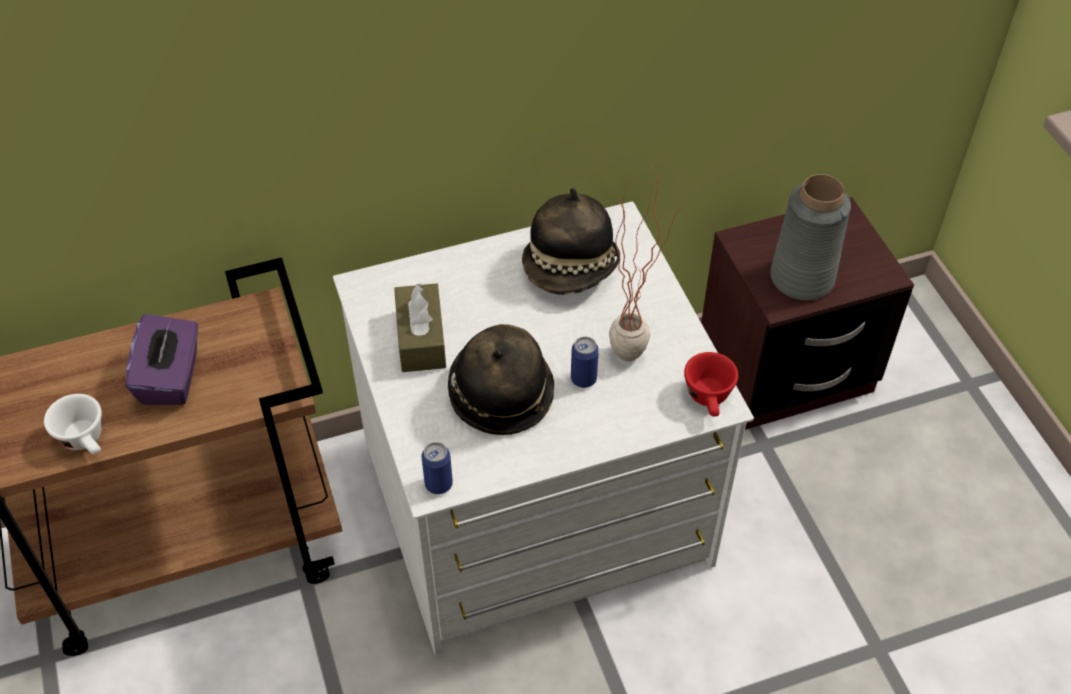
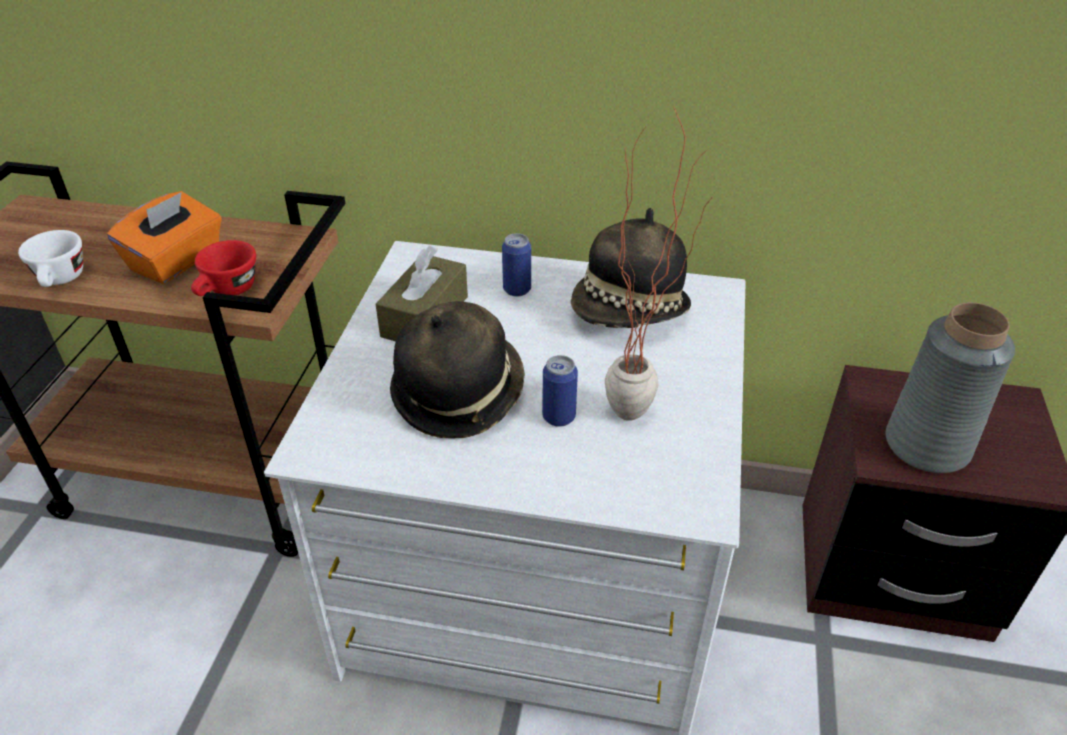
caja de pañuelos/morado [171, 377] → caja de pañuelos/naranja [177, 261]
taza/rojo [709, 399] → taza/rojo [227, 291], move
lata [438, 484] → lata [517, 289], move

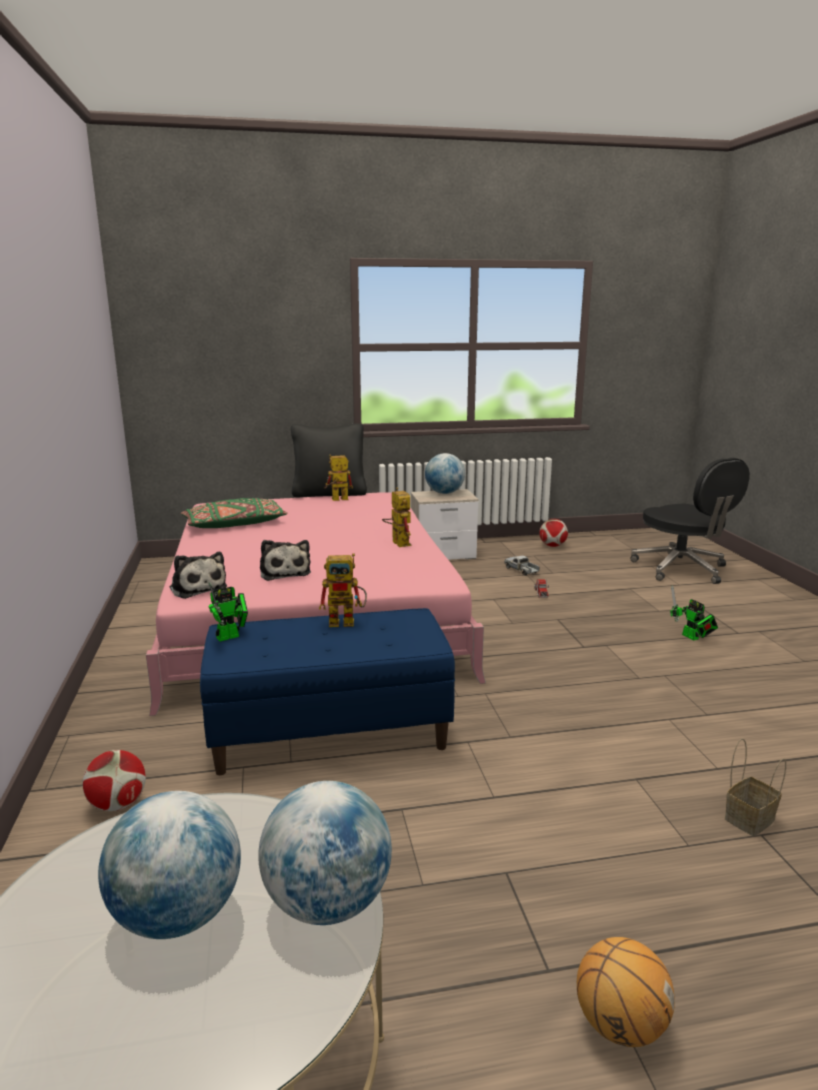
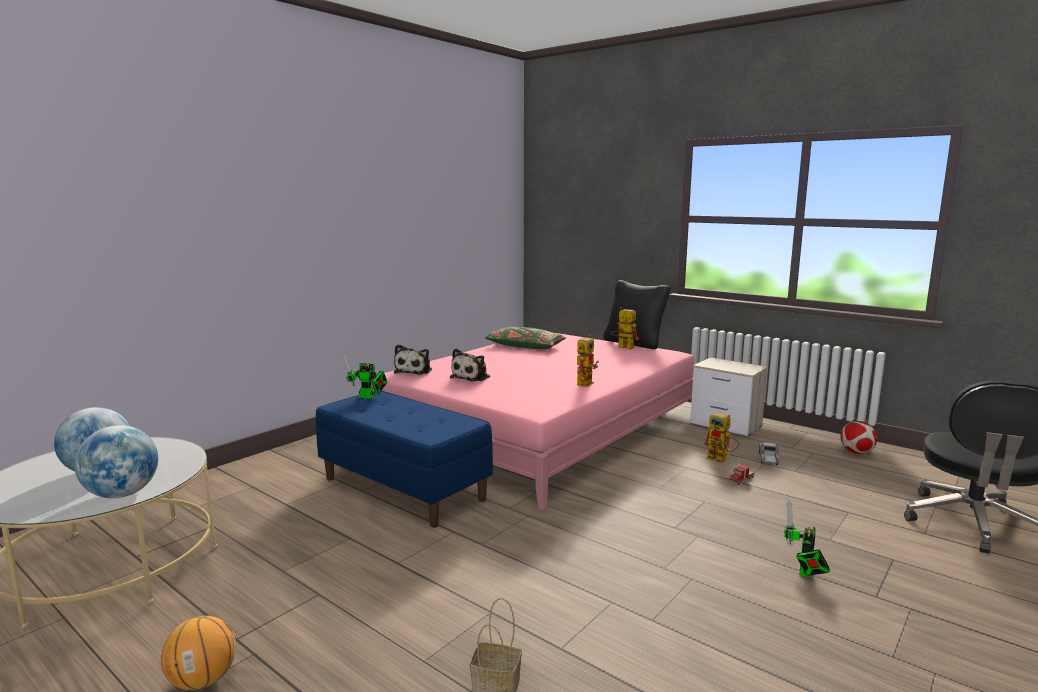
robot de juguete [347, 621] → robot de juguete [721, 459], move
balón de fútbol [118, 804] → -
globo terráqueo [444, 493] → -

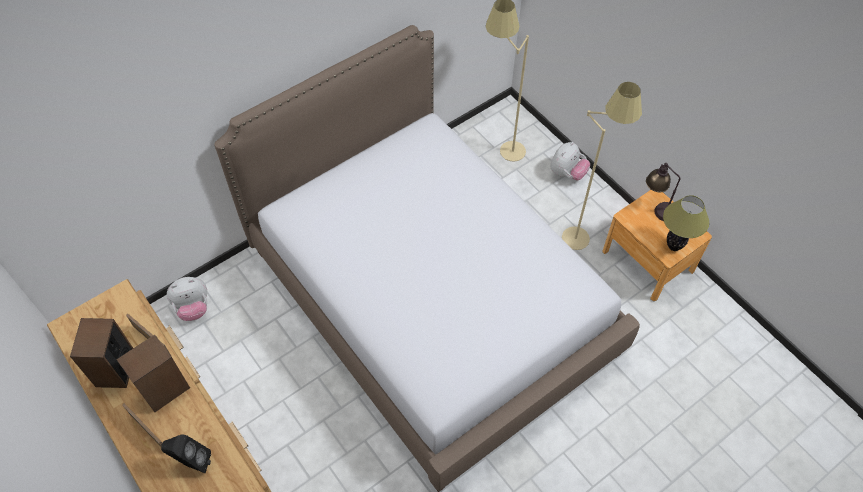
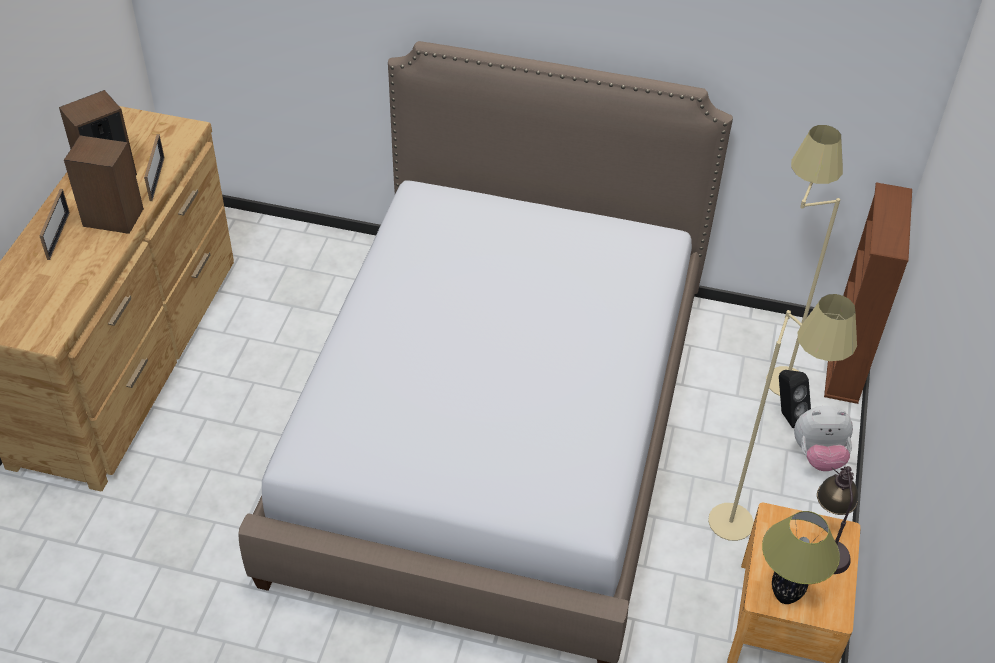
altavoz/negro [192, 462] → altavoz/negro [787, 415], move
- → estantería/marrón [844, 364]
peluche [193, 308] → -

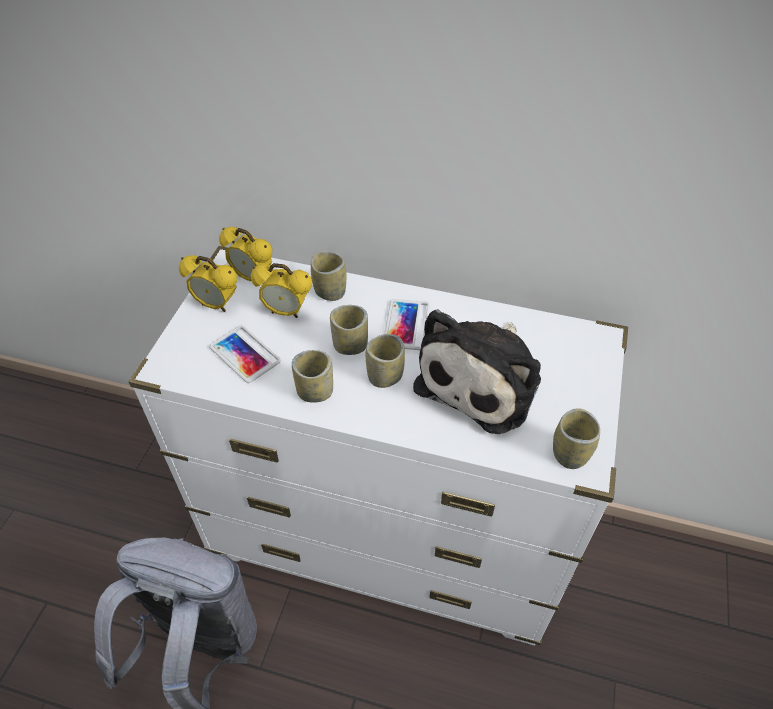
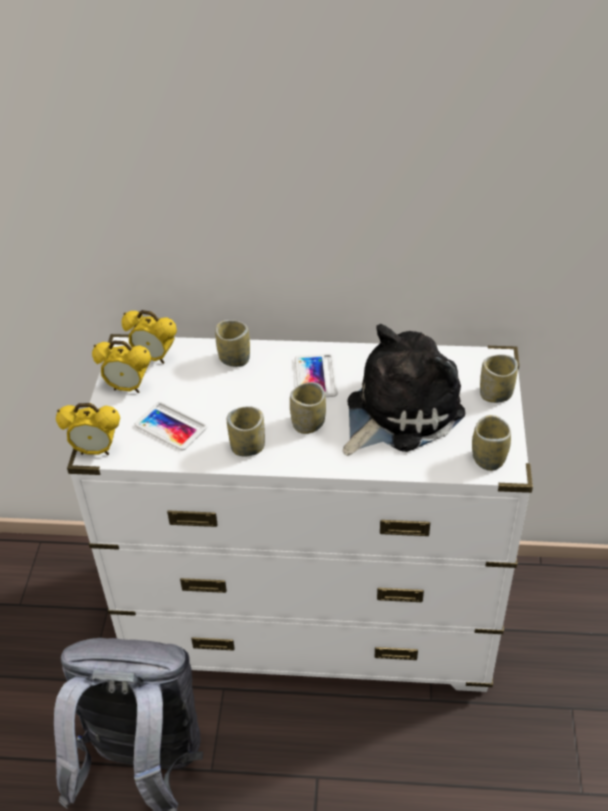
despertador [286, 312] → despertador [96, 451], move
peluche [483, 380] → peluche [398, 412], 150 degrees counterclockwise
taza [350, 345] → taza [495, 394], move

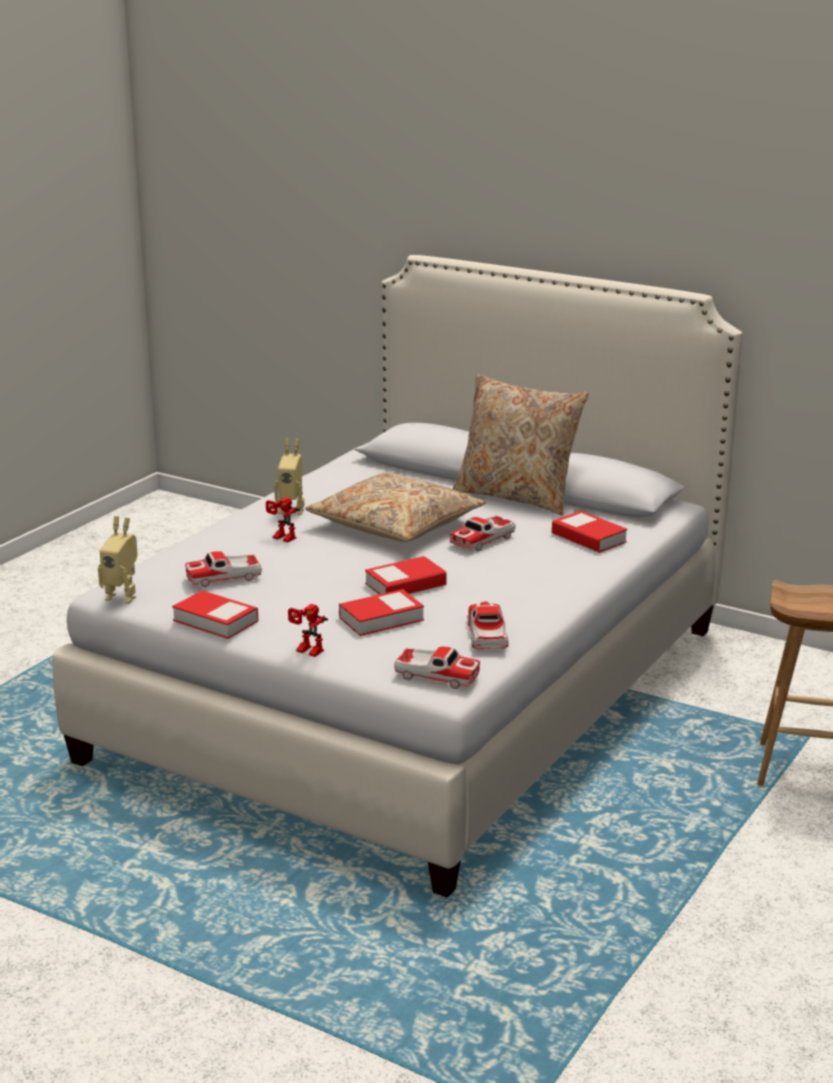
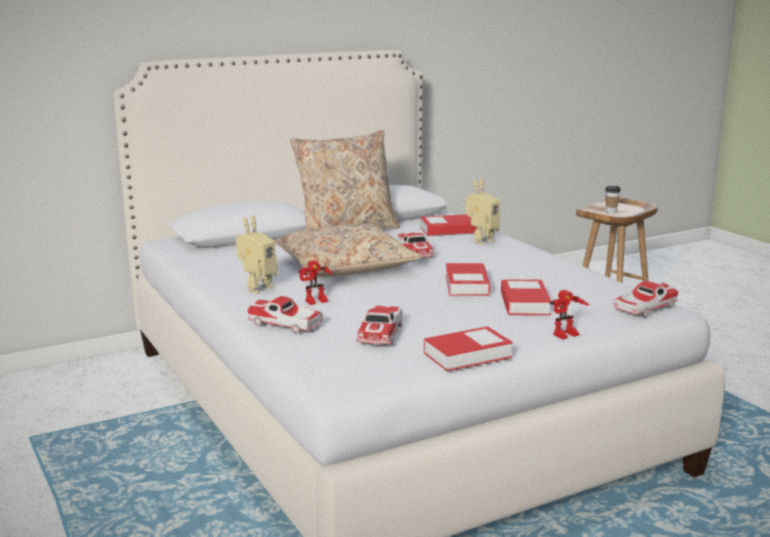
coche de juguete [487, 636] → coche de juguete [285, 324], move
robot de juguete [122, 596] → robot de juguete [481, 241], move
- → taza [611, 212]

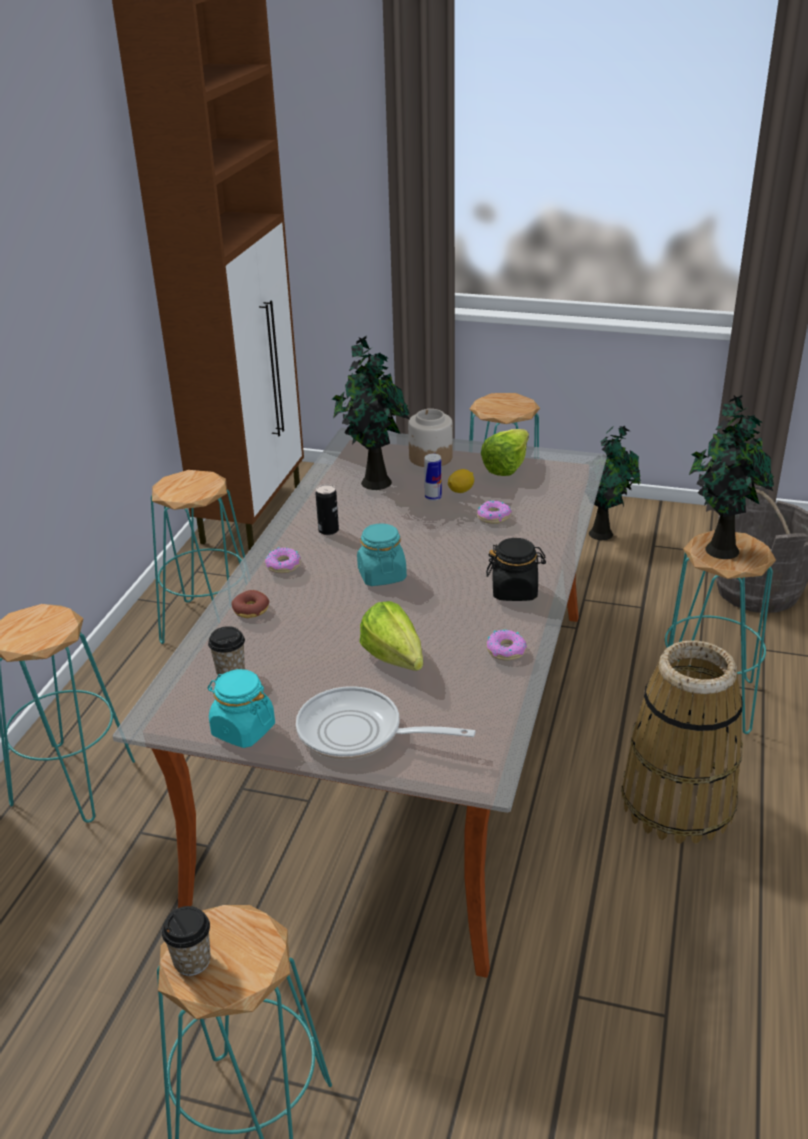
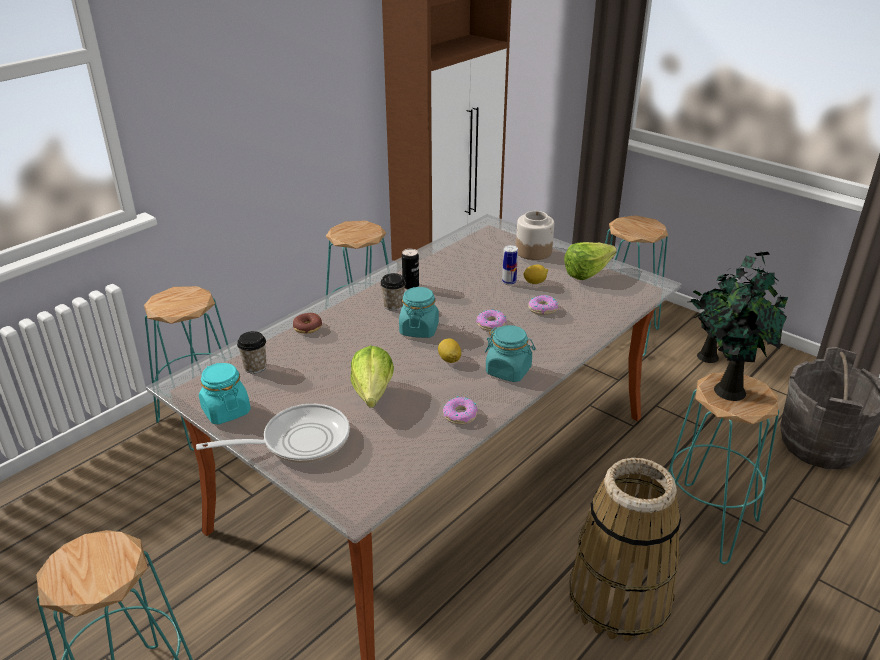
sartén [359, 733] → sartén [298, 441], 120 degrees clockwise
taza [192, 961] → taza [393, 306], move
- → limón [449, 359]
rosquilla [283, 565] → rosquilla [491, 324], move
tarro/negro [515, 591] → tarro/turquesa [508, 371]
planta en maceta [374, 481] → -

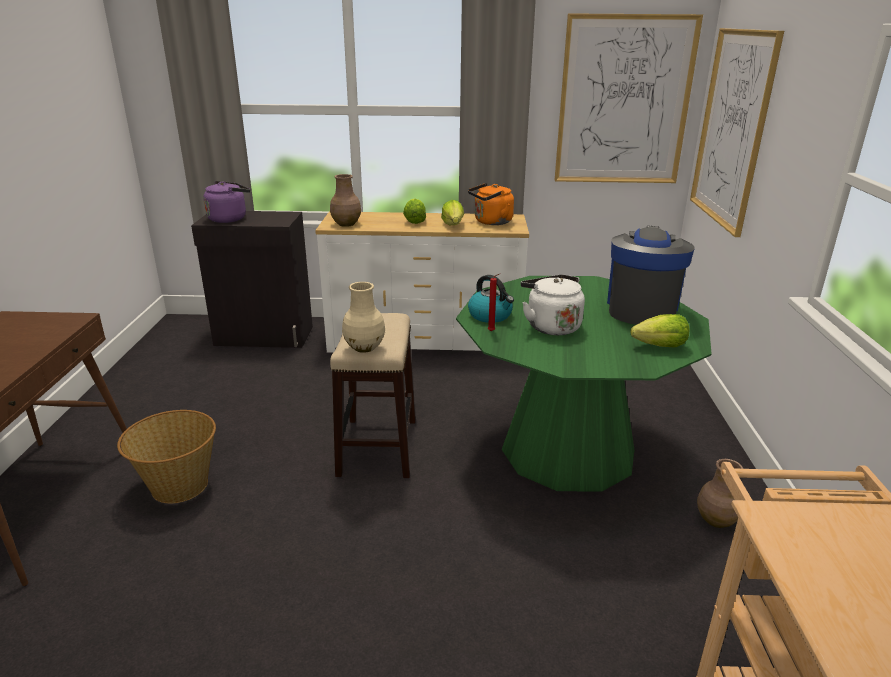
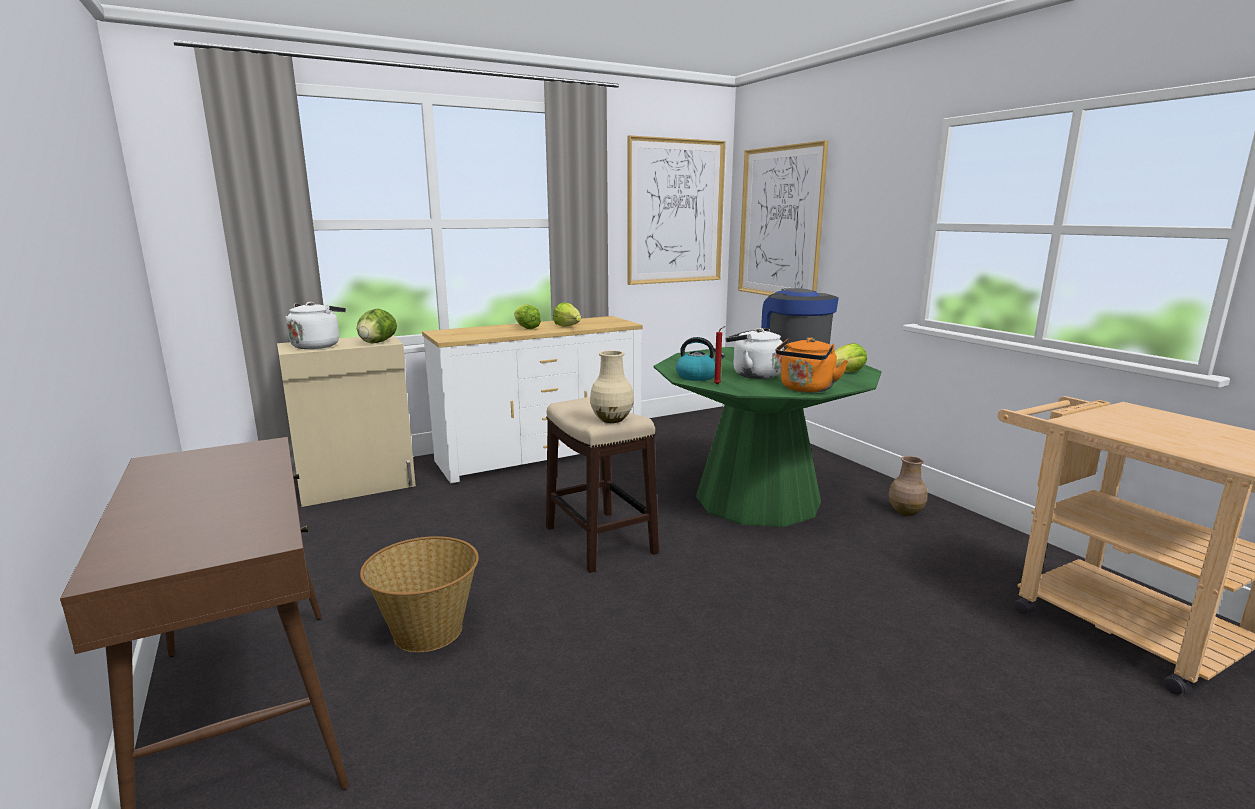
armario/negro [264, 337] → armario/beis [358, 486]
hervidor/morado [229, 218] → hervidor/blanco [317, 346]
- → lechuga [377, 342]
hervidor/naranja [491, 222] → hervidor/naranja [806, 389], move
florero/marrón [346, 224] → -

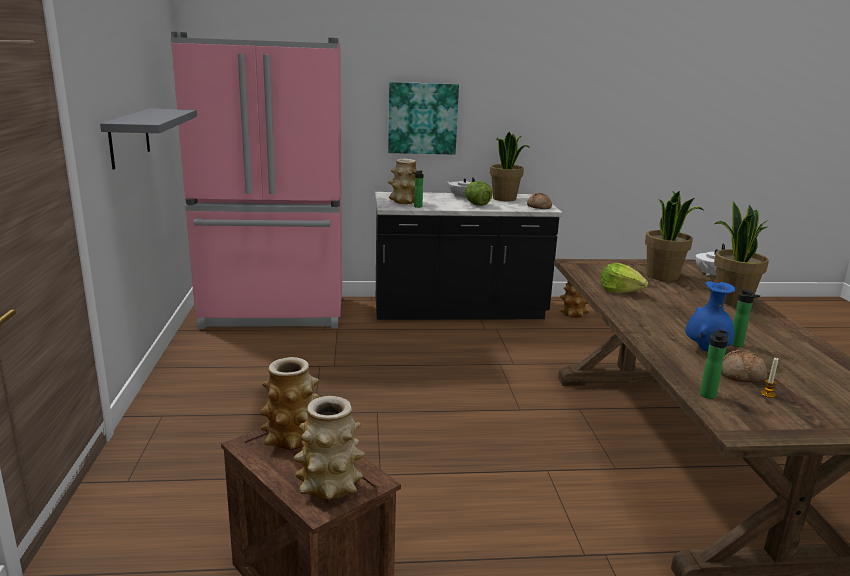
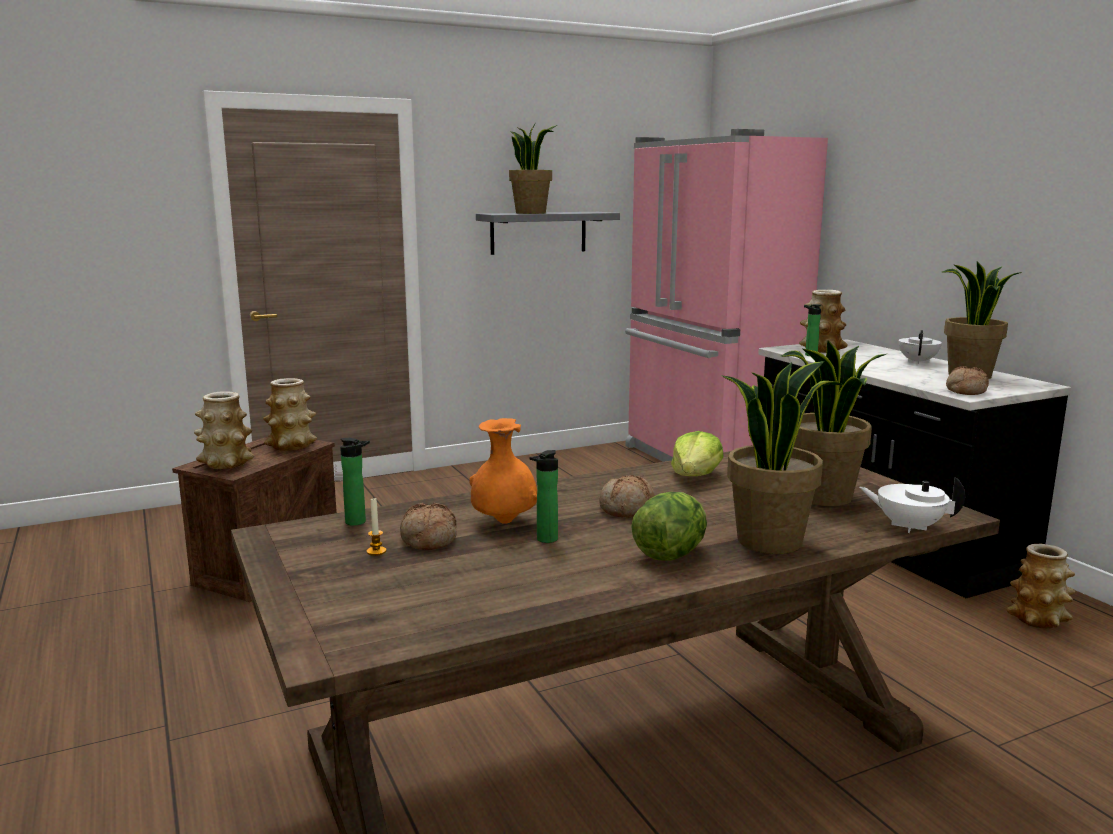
florero/azul [706, 350] → florero/naranja [504, 522]
- → planta en maceta [531, 213]
- → pan [628, 509]
lechuga [476, 204] → lechuga [670, 554], move
cuadro [422, 118] → -

